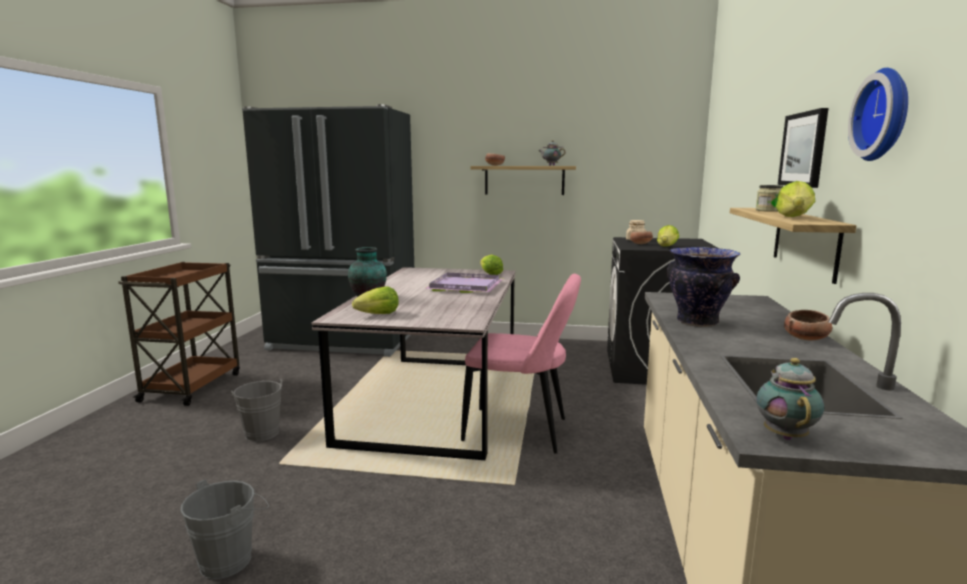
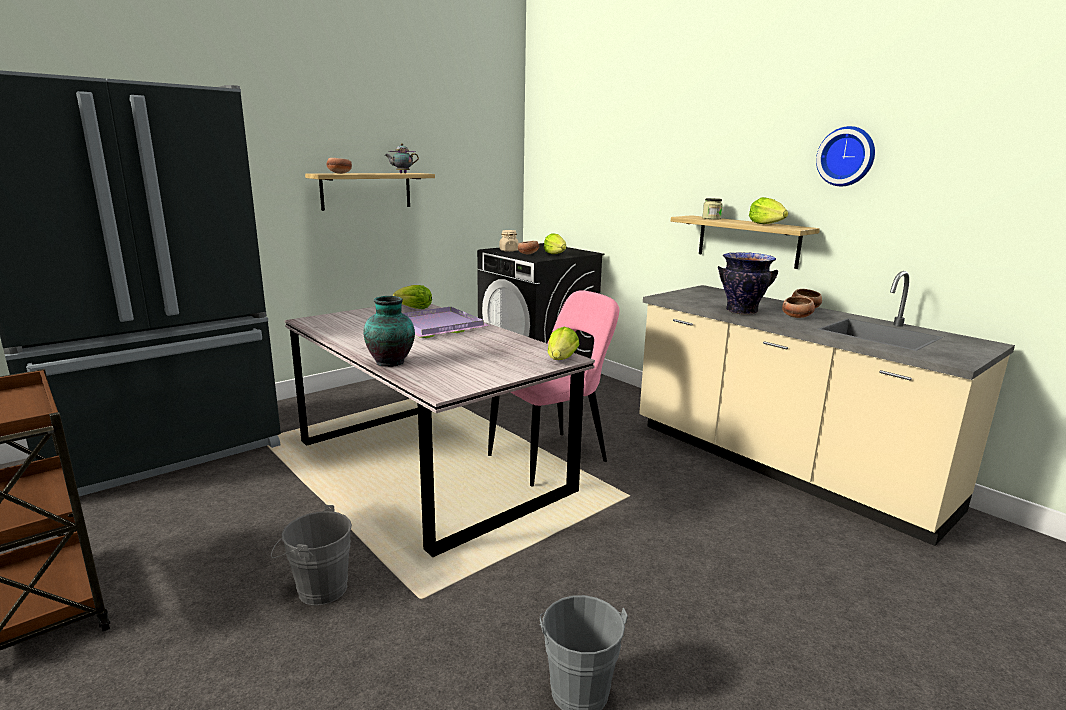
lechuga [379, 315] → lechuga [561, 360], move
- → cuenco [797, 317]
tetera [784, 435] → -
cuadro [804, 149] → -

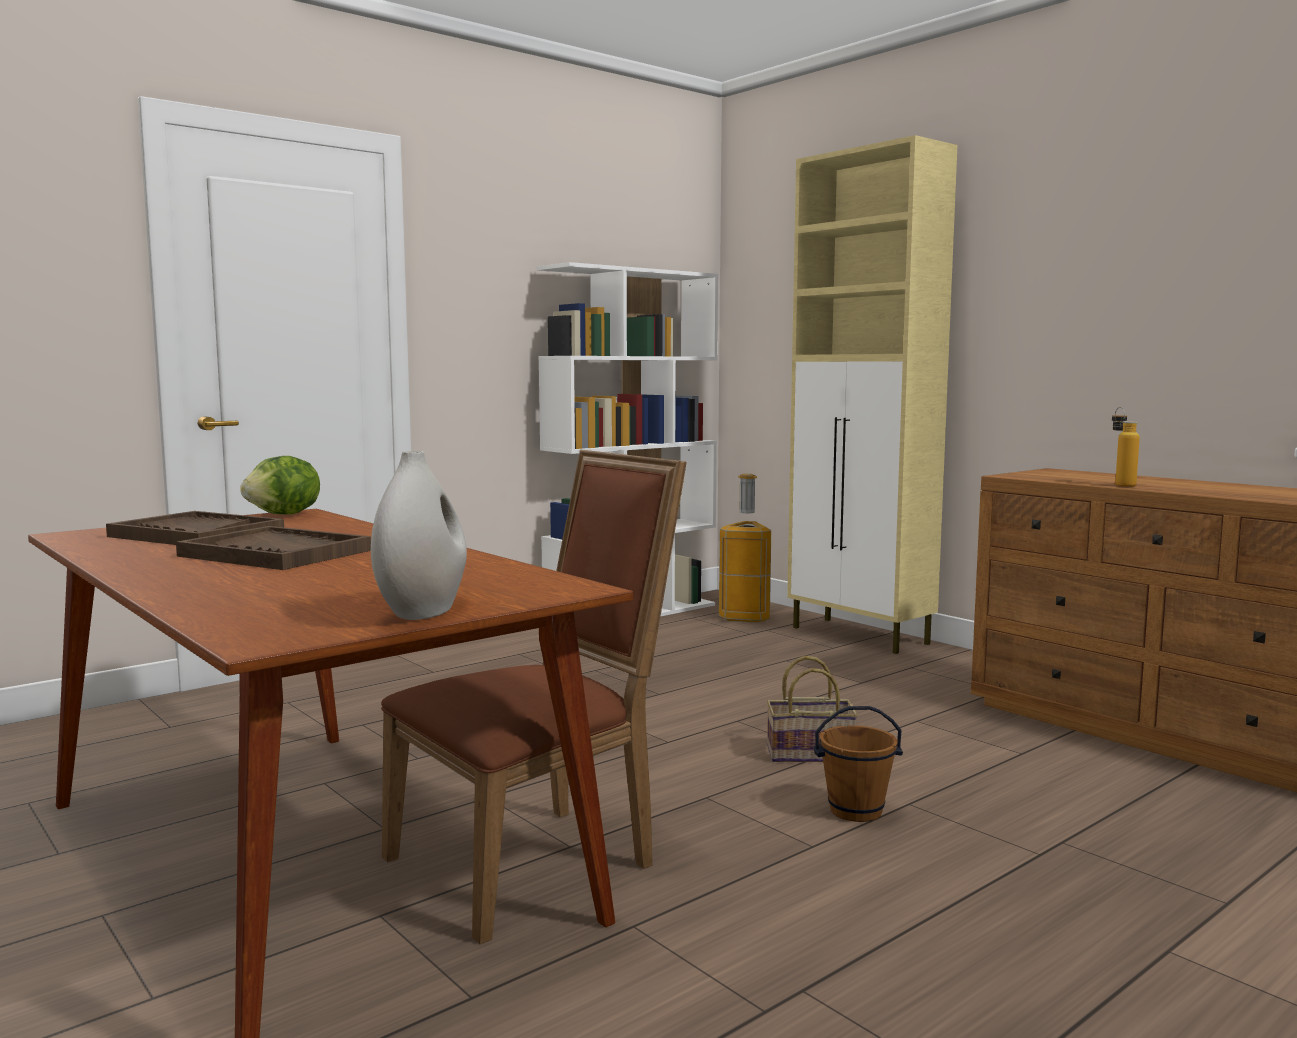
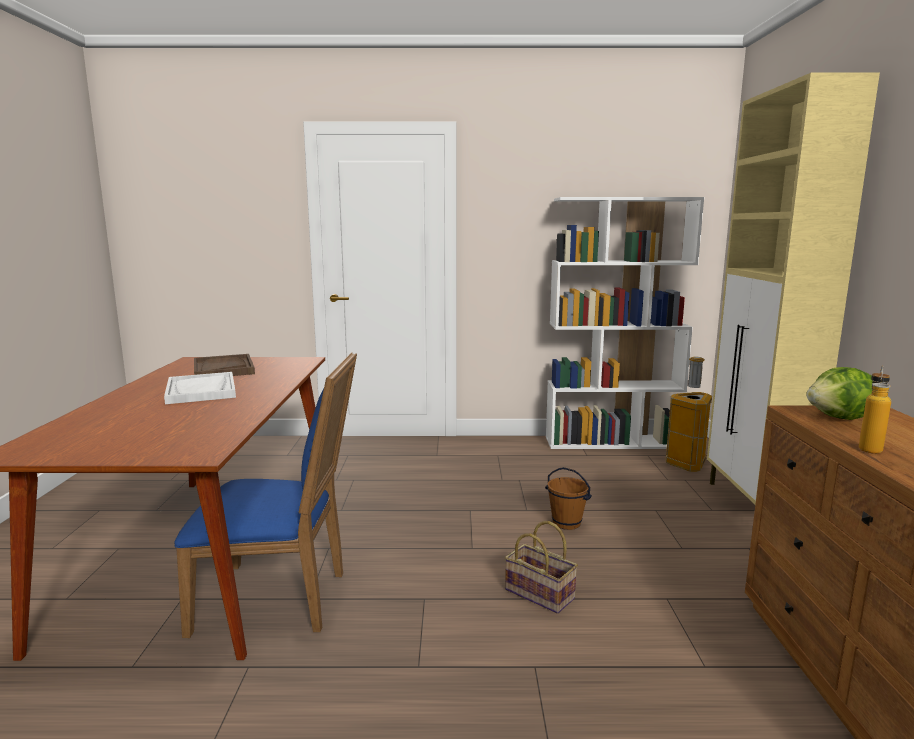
bandeja/marrón [276, 553] → bandeja/blanco [201, 390]
silla/marrón [535, 860] → silla/azul [280, 599]
cubo/marrón [856, 812] → cubo/marrón [566, 523], move
lechuga [285, 515] → lechuga [841, 418], move
florero/blanco [422, 612] → -

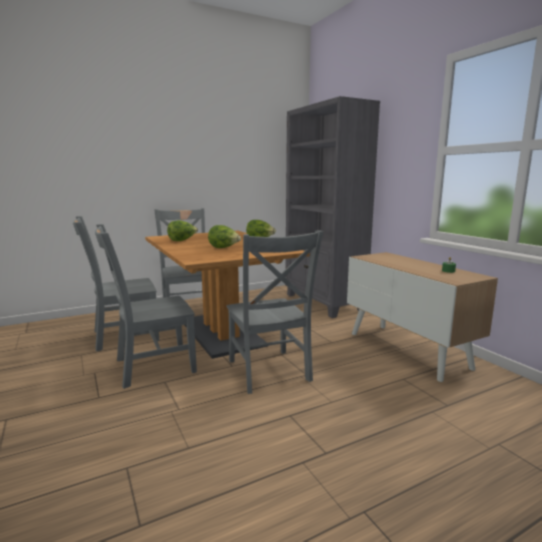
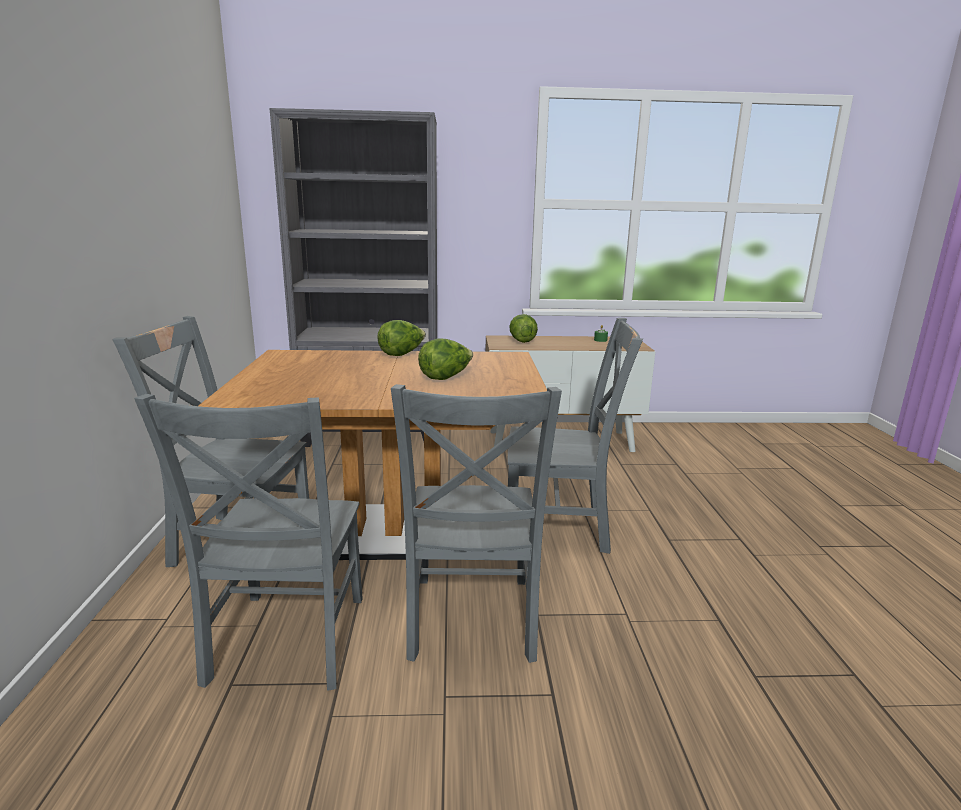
lechuga [182, 240] → lechuga [521, 341], move

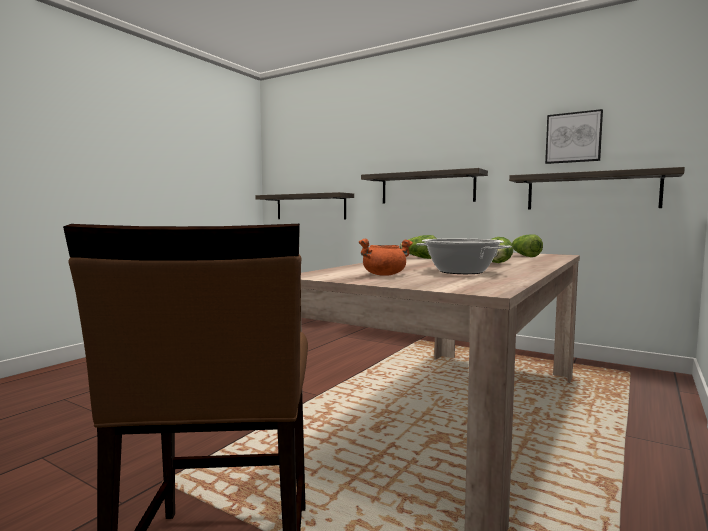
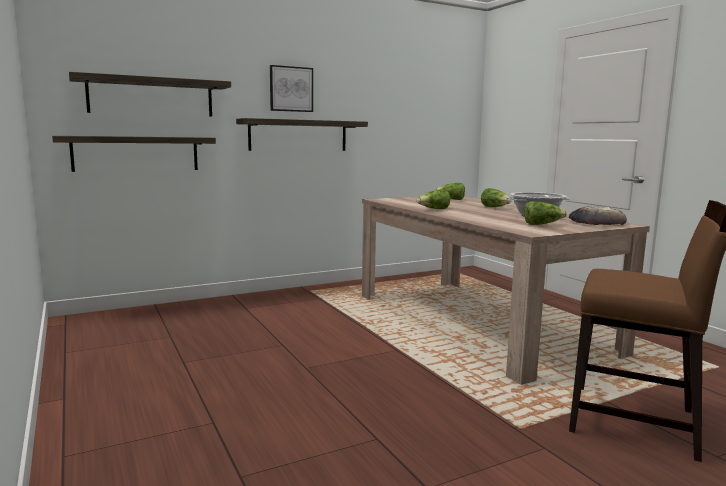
estante [591, 191] → estante [151, 97], move
cuadro [573, 137] → cuadro [291, 89], move
olla/naranja [384, 275] → lechuga [542, 224]
- → pan [596, 222]

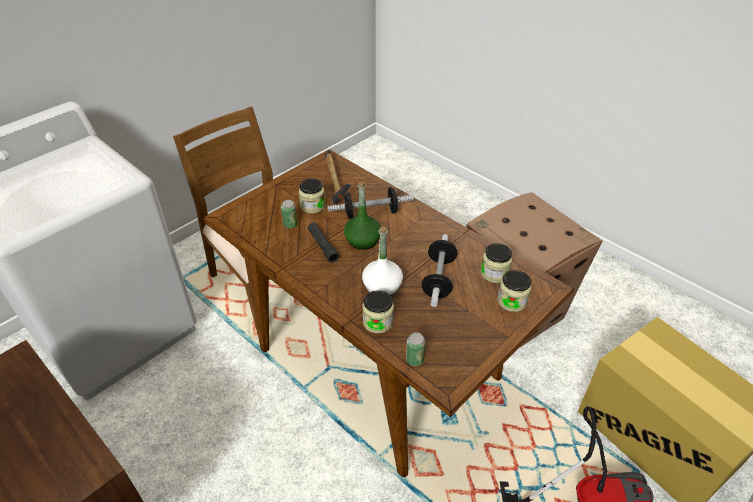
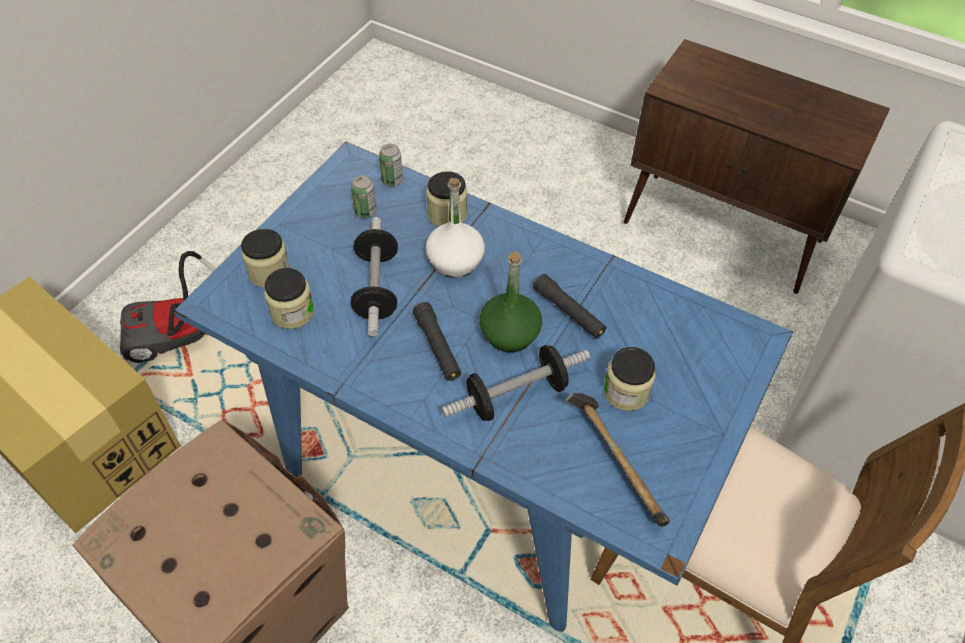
mesa de comedor/marrón [376, 361] → mesa de comedor/azul [479, 461]
lata [290, 224] → lata [365, 211], move
- → linterna/negro [437, 347]

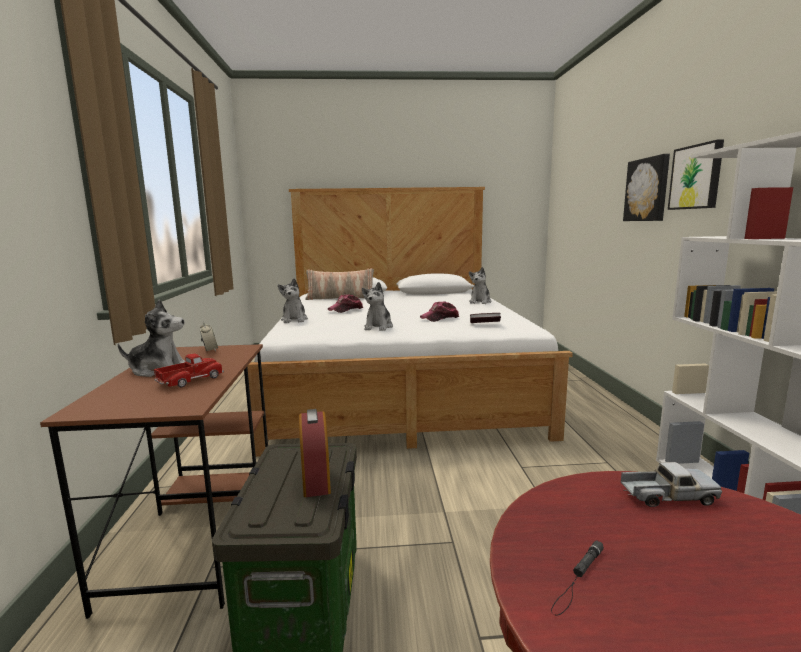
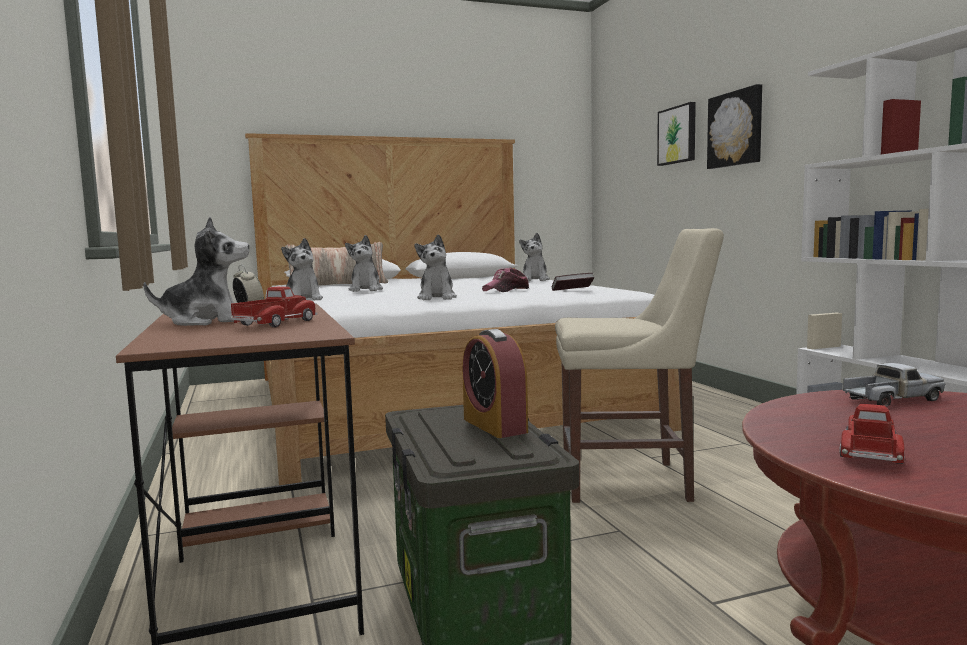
gorra [346, 309] → peluche [366, 290]
- → silla/beis [632, 481]
cuadro [696, 177] → cuadro [678, 135], move
linterna/negro [578, 579] → camión de juguete [870, 452]

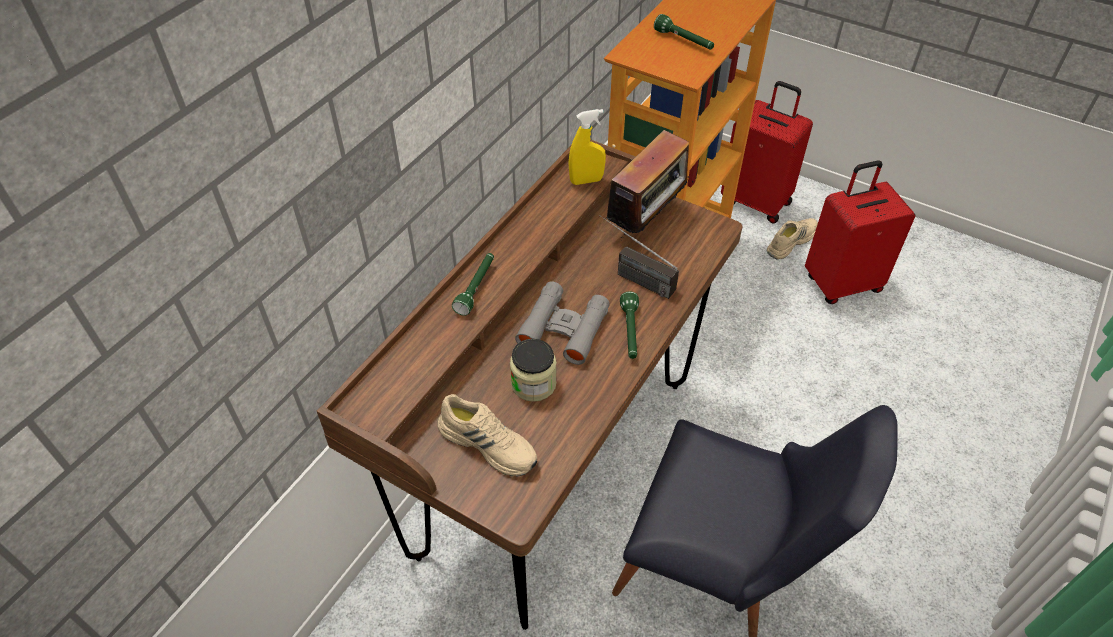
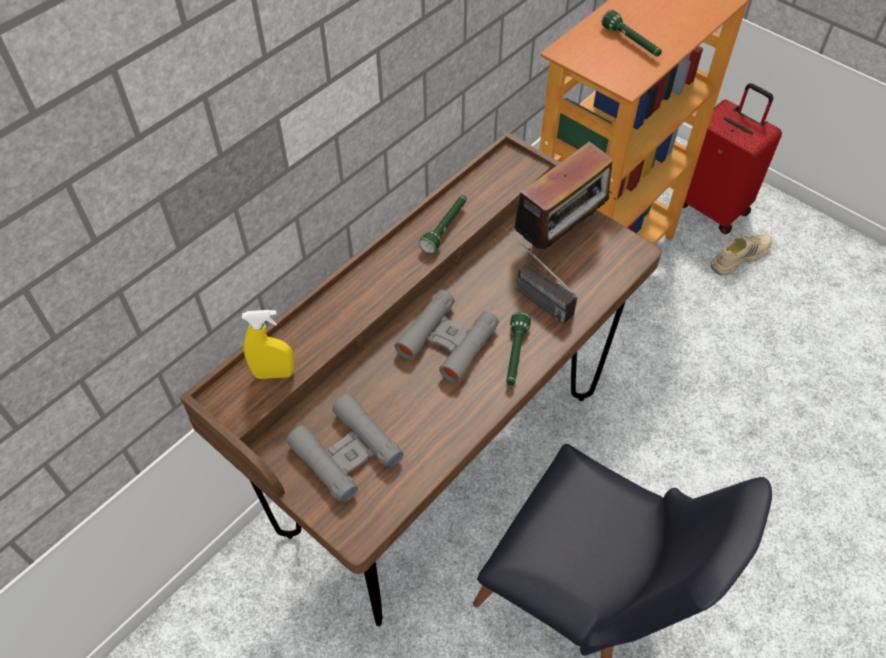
pulverizador/amarillo [586, 181] → pulverizador/amarillo [274, 373], move
zapato/beis [489, 443] → prismáticos/gris [346, 453]
linterna/verde [476, 288] → linterna/verde [445, 228], move
tarro [533, 384] → -
maleta/rojo [841, 283] → -

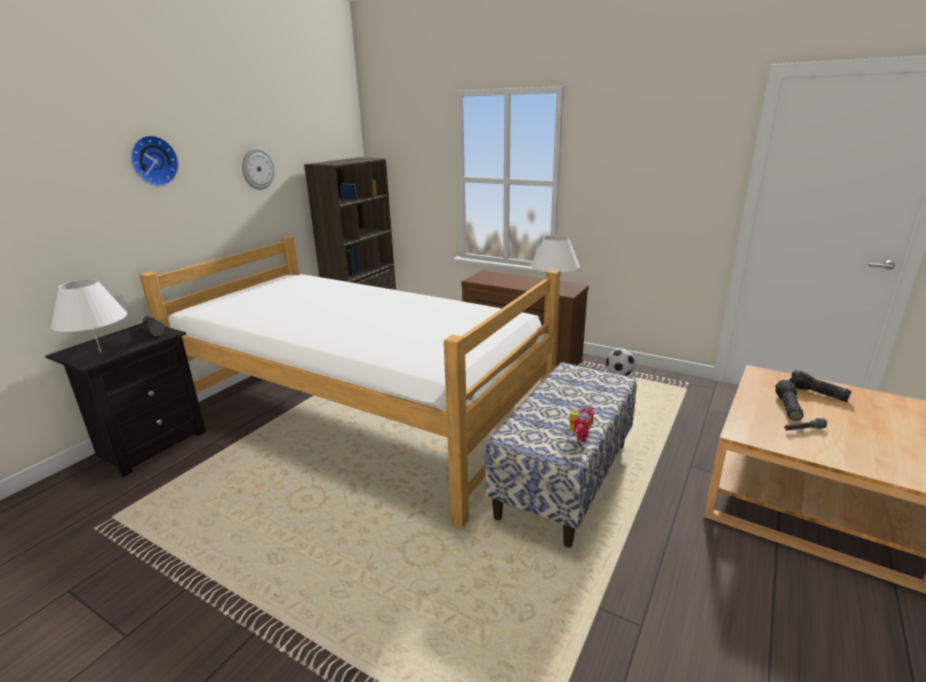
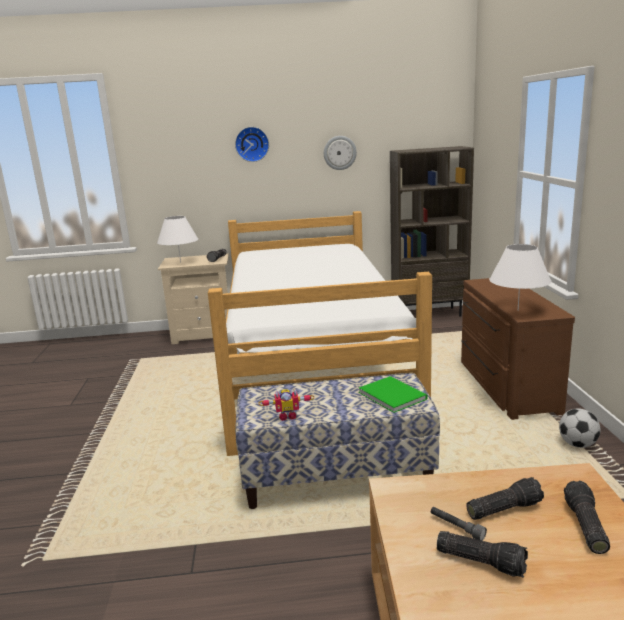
mesita de noche/negro [150, 444] → mesita de noche/beis [204, 334]
- → libro/verde [392, 394]
- → linterna [481, 561]

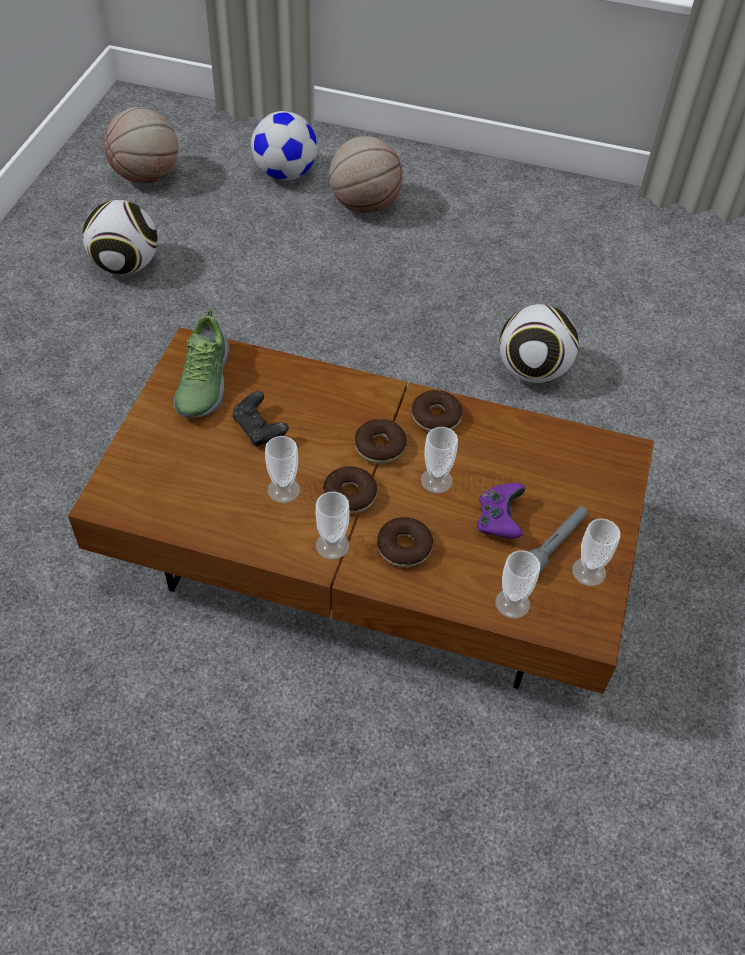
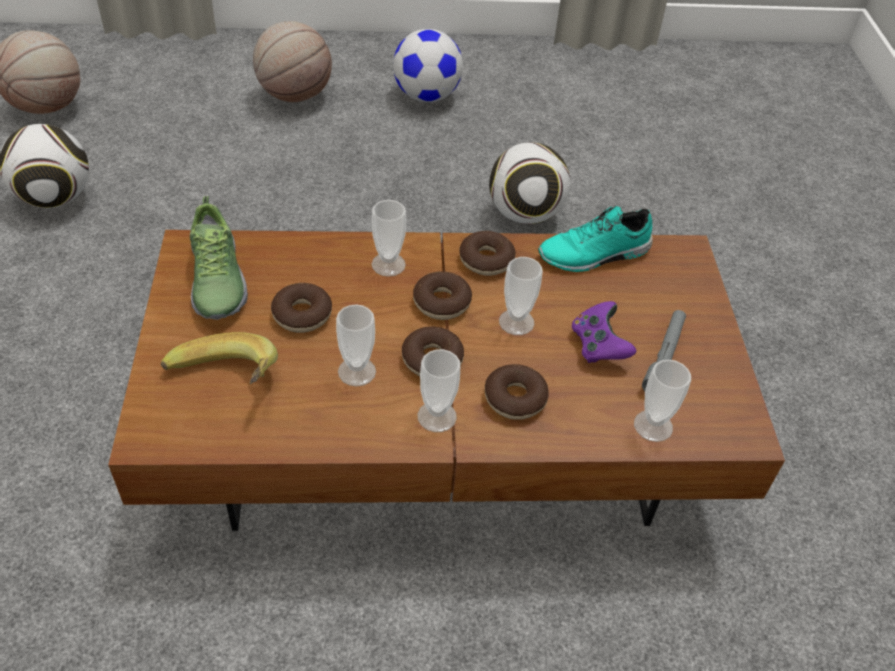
- → plátano [225, 384]
mando de consola/negro [259, 429] → rosquilla [302, 314]
taza [589, 571] → taza [388, 264], move
balón de fútbol [285, 173] → balón de fútbol [426, 96], move
- → zapato/turquesa [594, 255]

